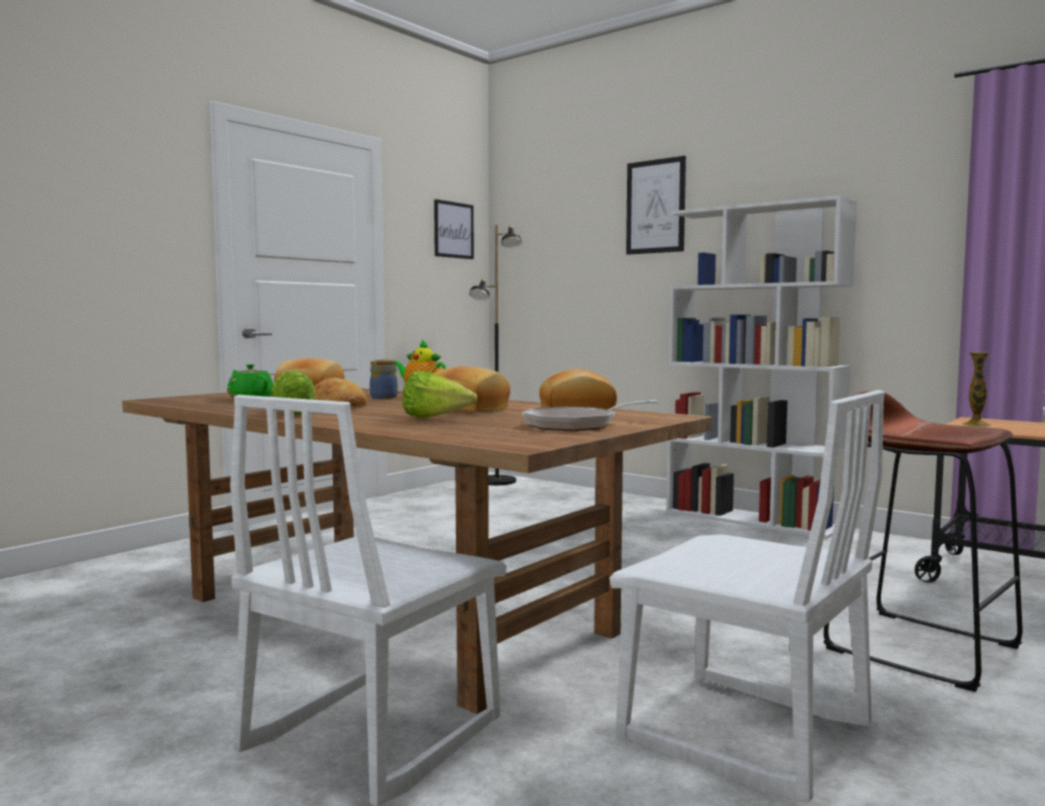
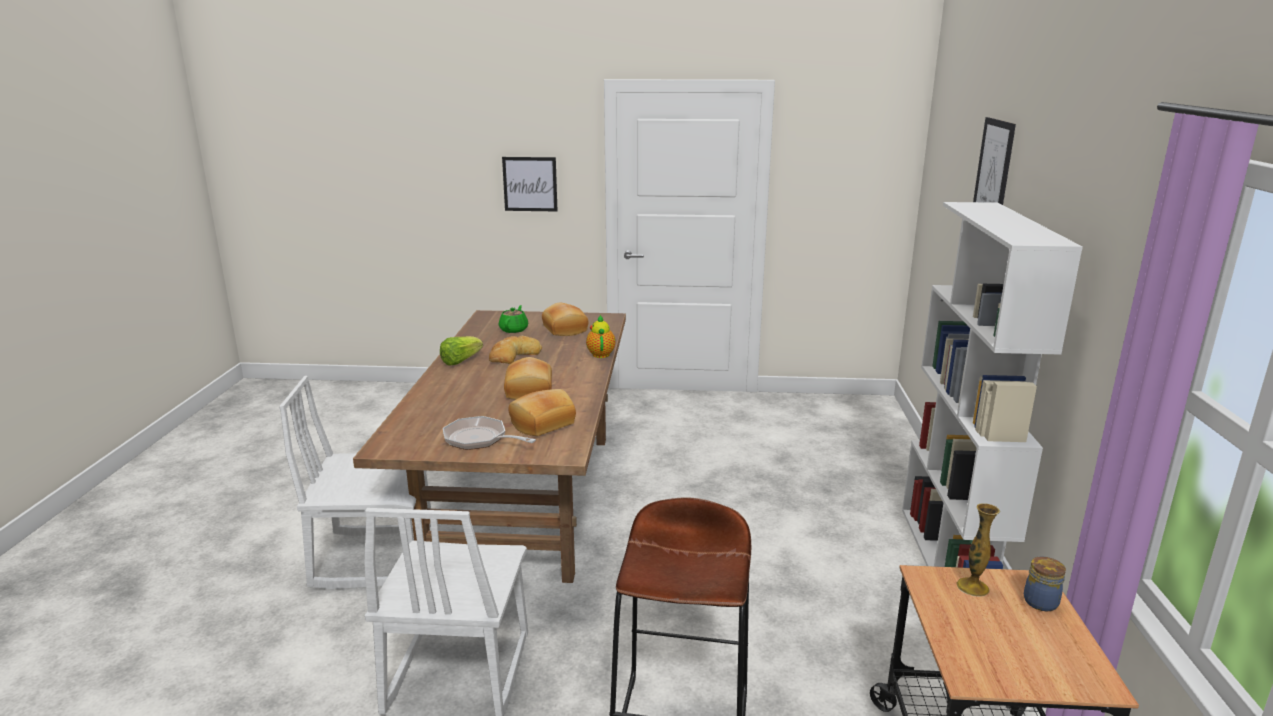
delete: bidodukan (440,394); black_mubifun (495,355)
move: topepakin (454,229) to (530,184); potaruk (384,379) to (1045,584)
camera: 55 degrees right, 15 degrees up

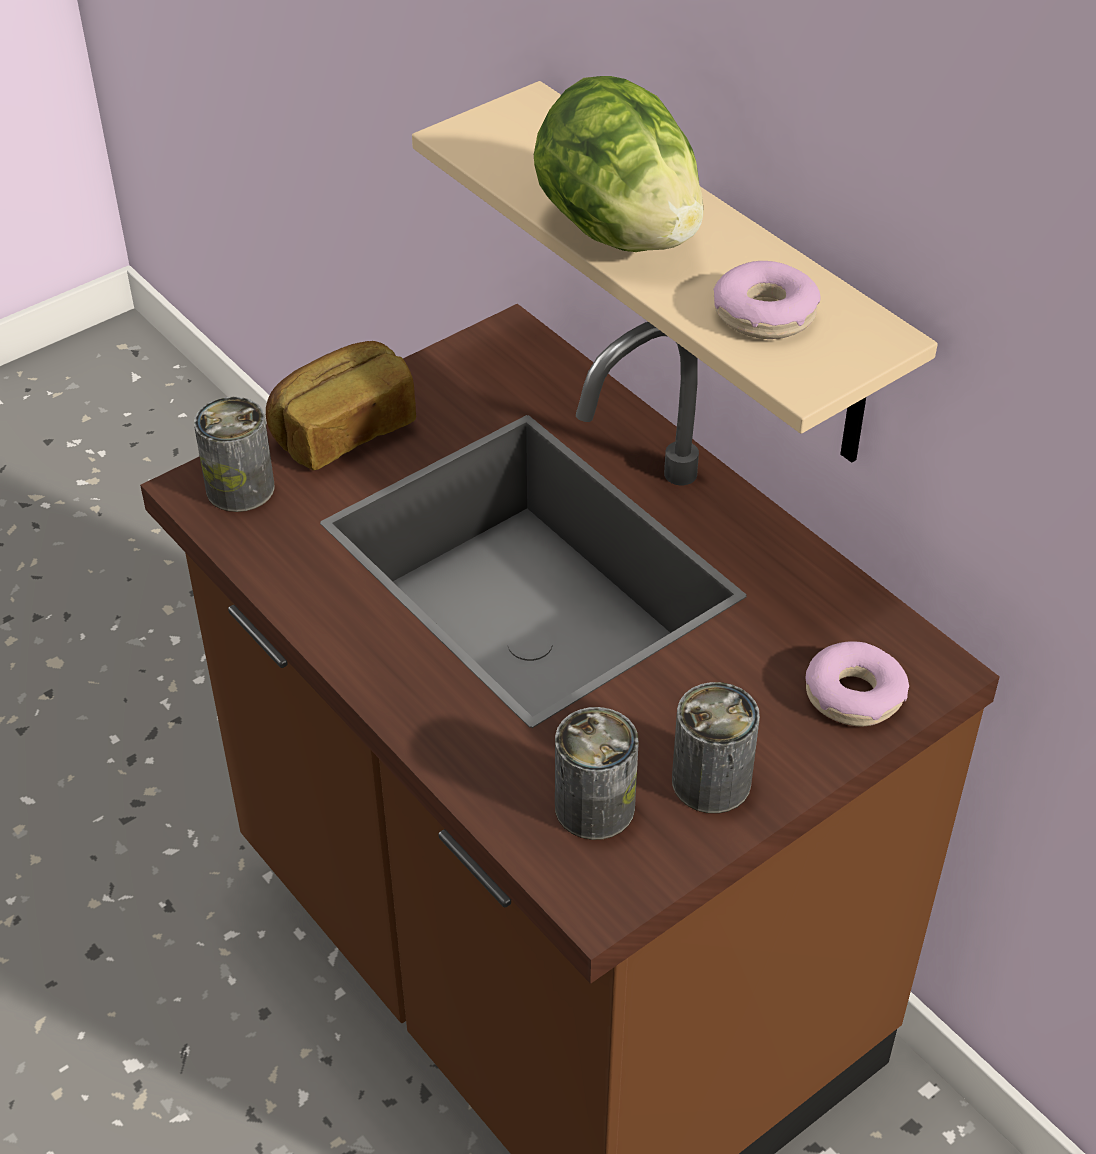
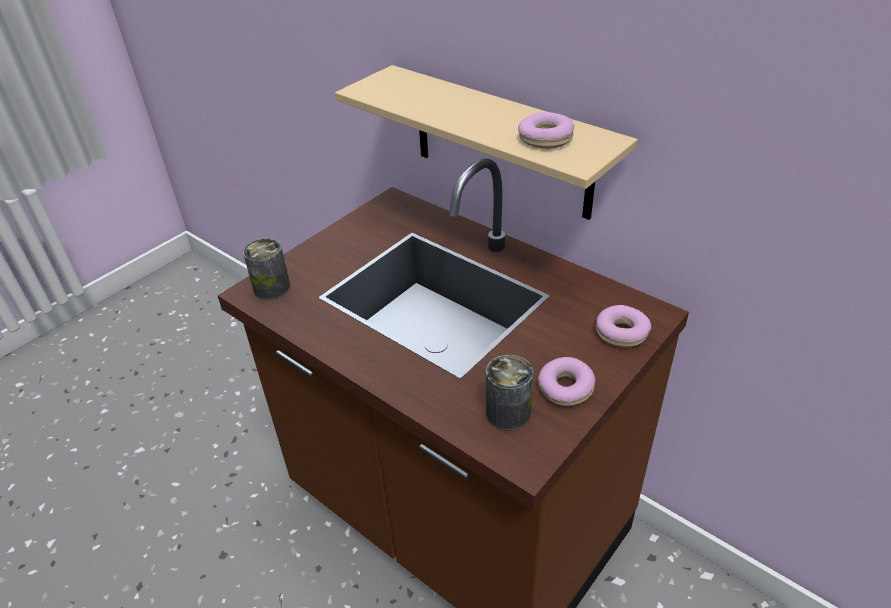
delete: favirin (341,405); bidodukan (619,164)
replace: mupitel (716,747) to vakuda (566,381)
camera: 10 degrees left, 5 degrees down

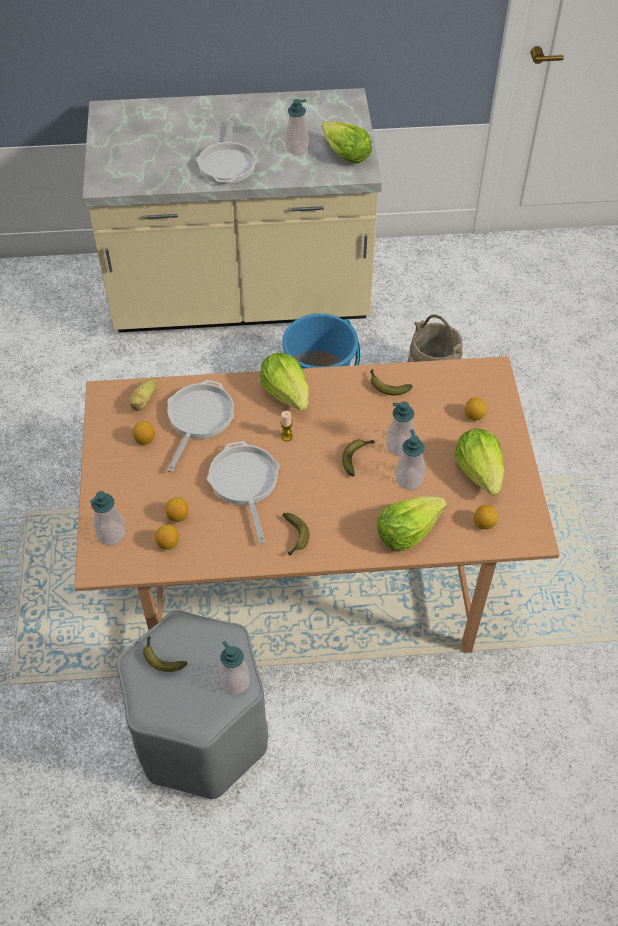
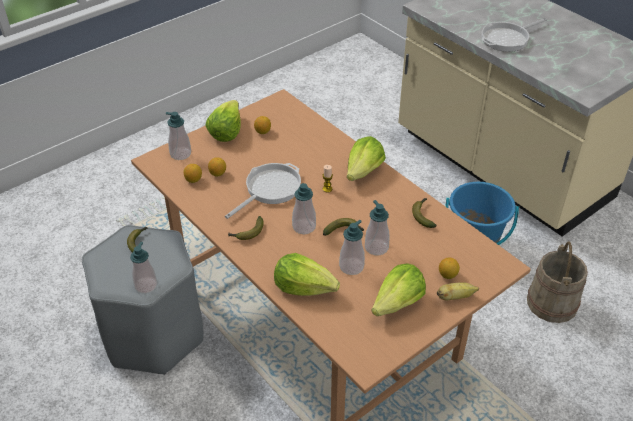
delete: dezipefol (200,426); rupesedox (486,517)
move: bidodukan (346,142) to (223,121); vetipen (297,127) to (304,208); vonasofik (144,394) to (458,291)
camera: 55 degrees right, 10 degrees down

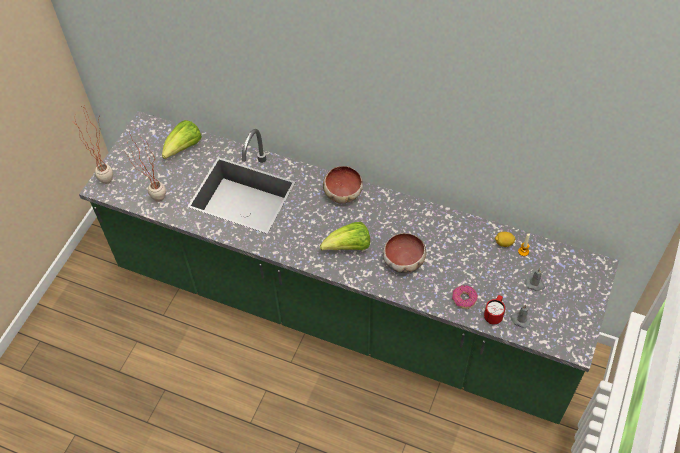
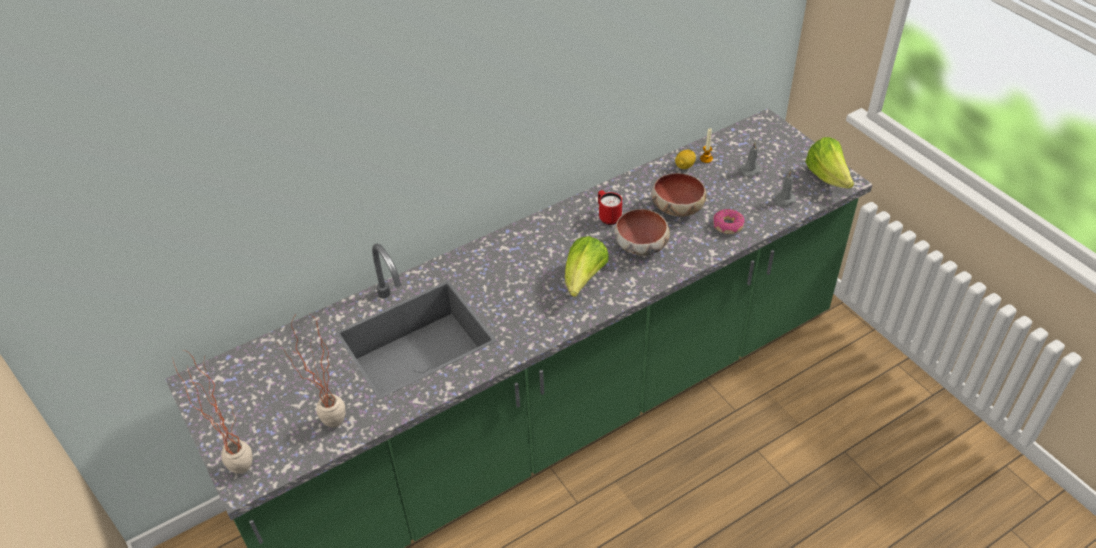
move: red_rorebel (494,310) to (610,207); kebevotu (343,184) to (678,195); bidodukan (182,139) to (829,163)
camera: 55 degrees left, 10 degrees down

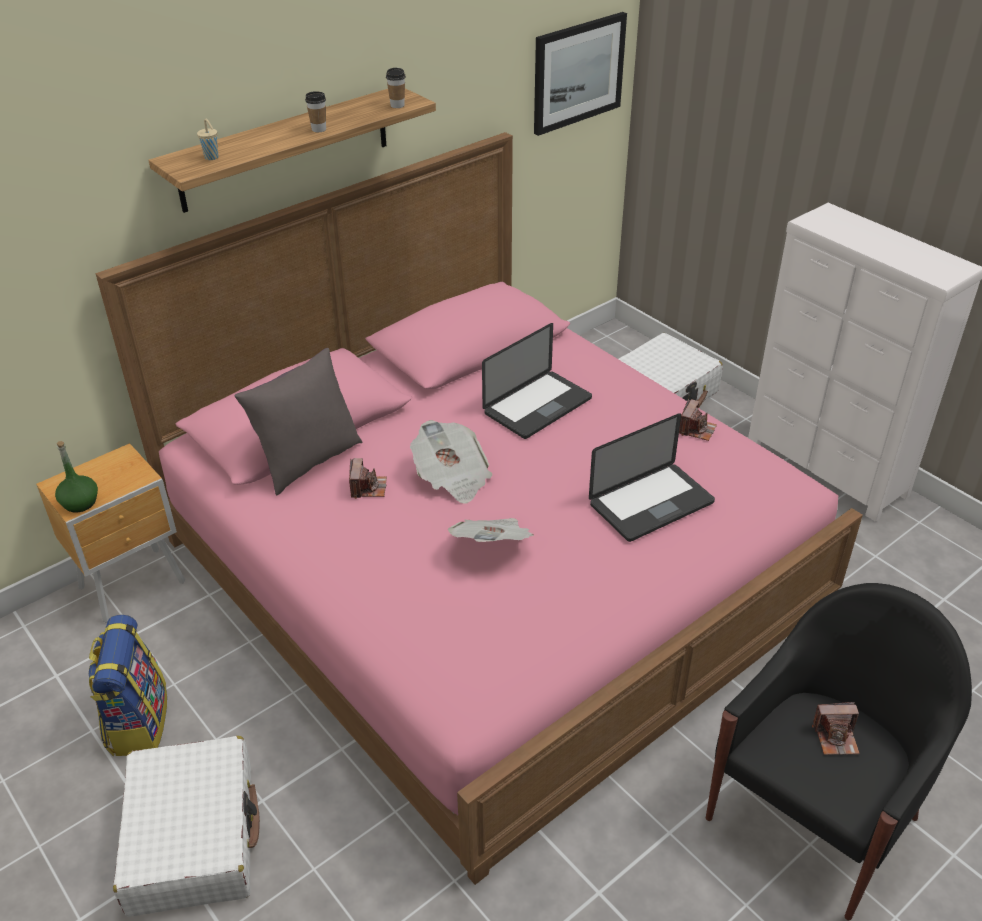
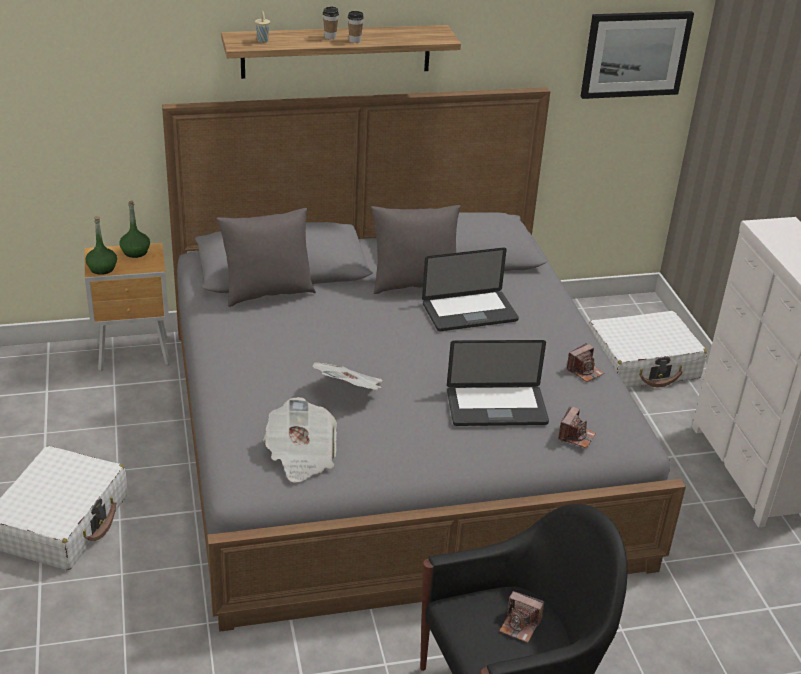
delete: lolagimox (127,686)
insert: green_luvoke (134,229); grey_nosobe (416,249)
move: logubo (451,462) to (300,440); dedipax (396,88) to (331,23); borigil (368,478) to (577,427)
recolor: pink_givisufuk (479,508) to grey_givisufuk (424,359)
camera: 25 degrees right, 5 degrees down

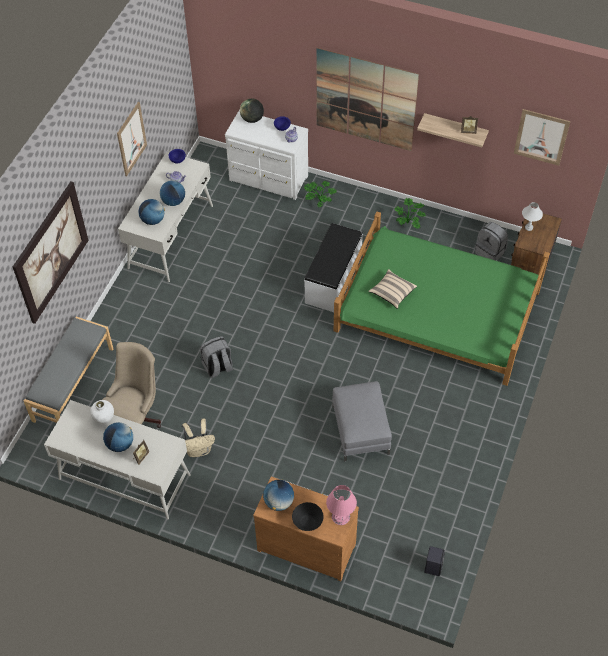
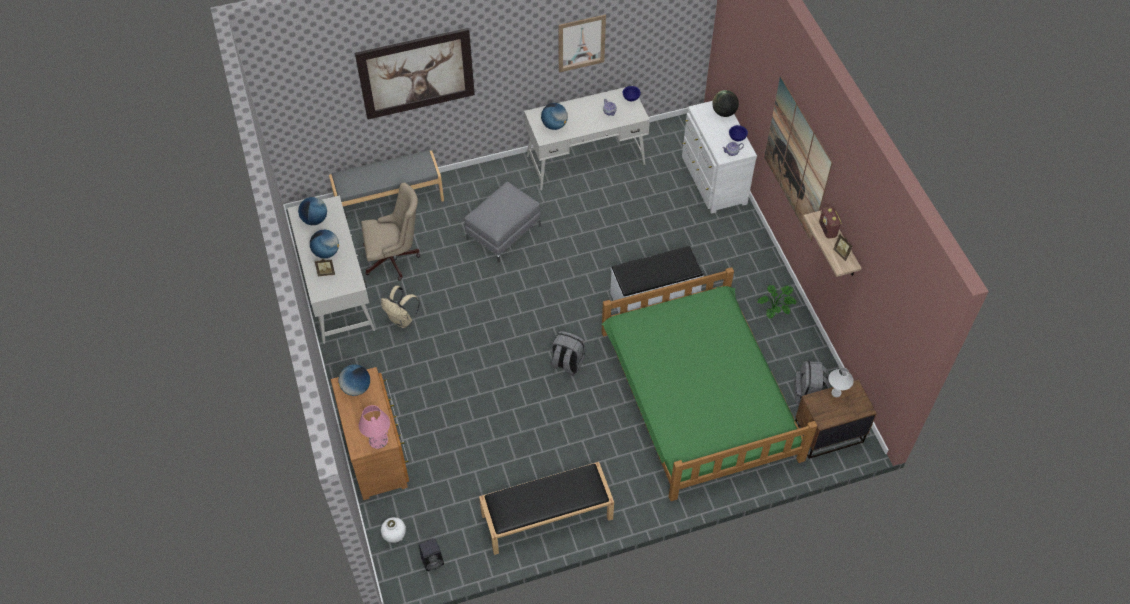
delete: black_kebevotu (308,516); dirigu (320,194); beige_nosobe (392,289); topepakin (542,137)
insert: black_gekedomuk (546,508); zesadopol (830,223)
move: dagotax (172,193) to (312,211); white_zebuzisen (102,412) to (393,530); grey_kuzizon (362,421) to (503,222); grey_lolagimox (216,357) to (568,353)
camera: 50 degrees right, 0 degrees up

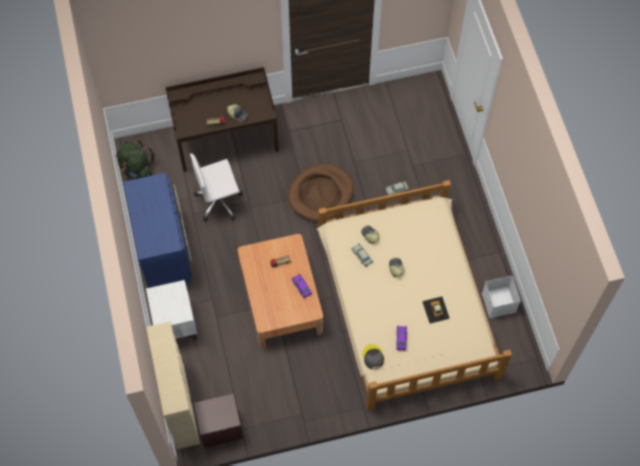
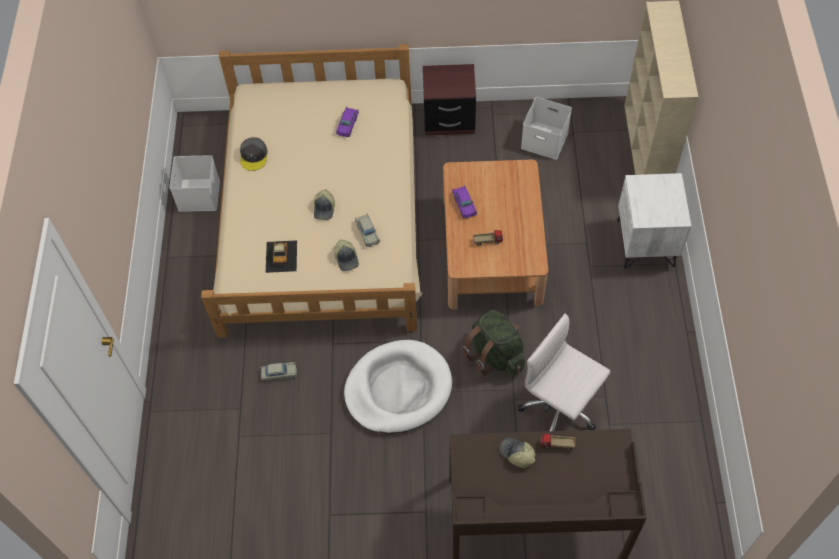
delete: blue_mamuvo (157,230)
insert: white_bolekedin (546,128)
move: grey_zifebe (373,356) to (253,154); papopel (436,310) to (281,256); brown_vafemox (218,421) to (449,100); green_lolagimox (135,159) to (494,343)
recolor: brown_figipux (321,193) to white_figipux (398,387)
rotate: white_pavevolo (216,187) = (564,372) 135 degrees counterclockwise
camera: 165 degrees left, 5 degrees down

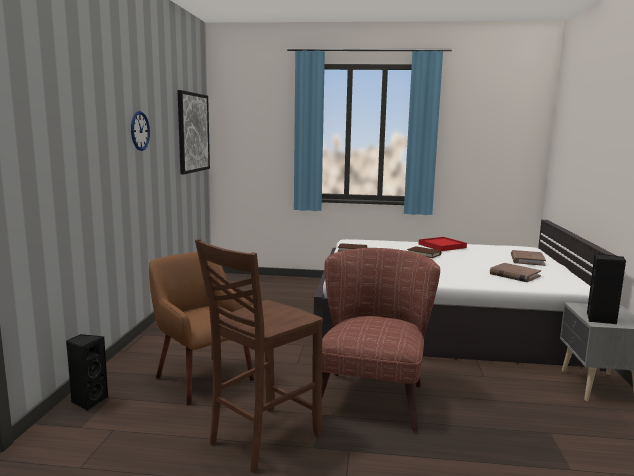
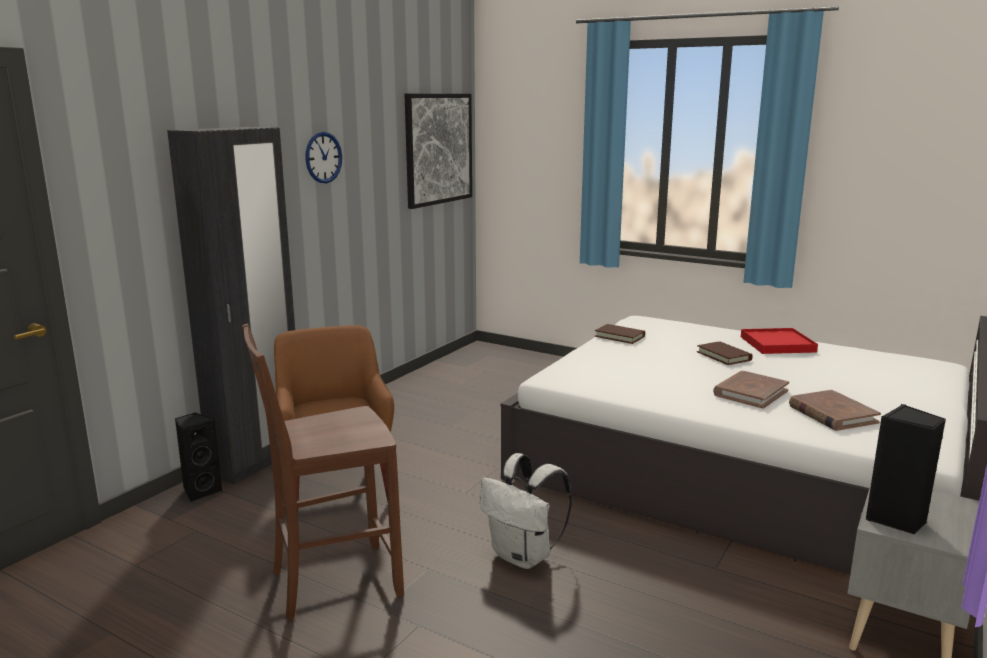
insert: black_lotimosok (231,306)
move: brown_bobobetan (528,258) to (751,390)
replace: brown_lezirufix (376,340) to white_lolagimox (526,511)
camera: 25 degrees right, 5 degrees up

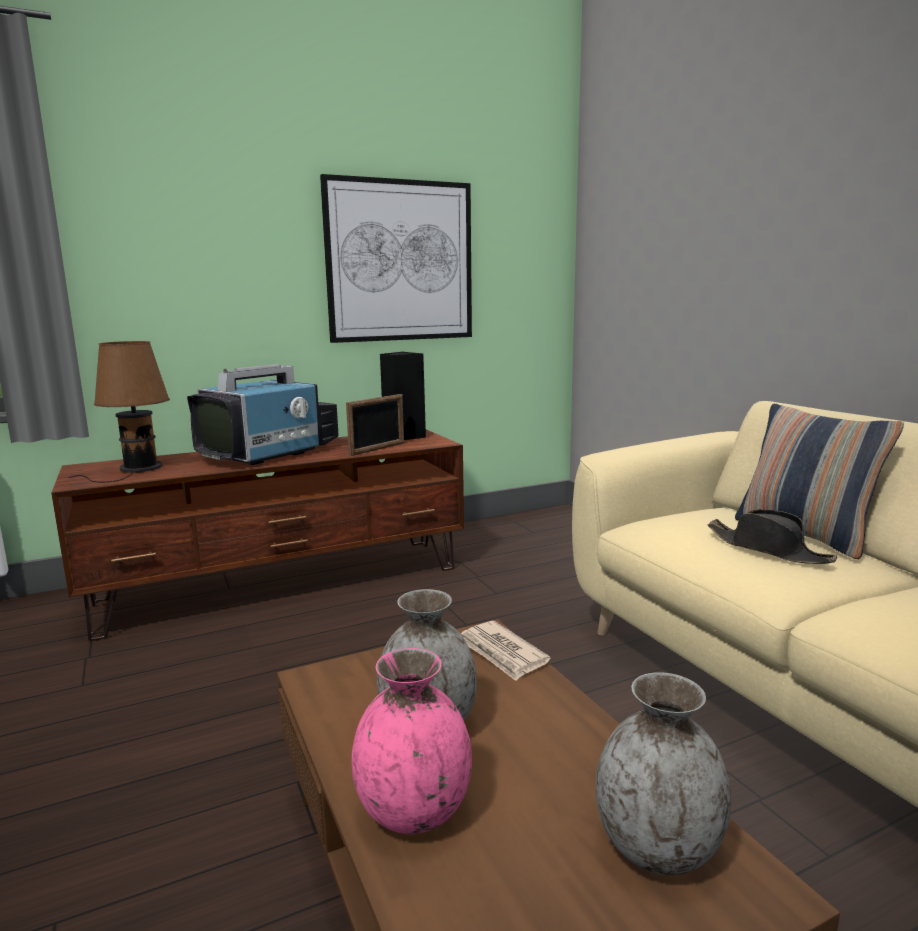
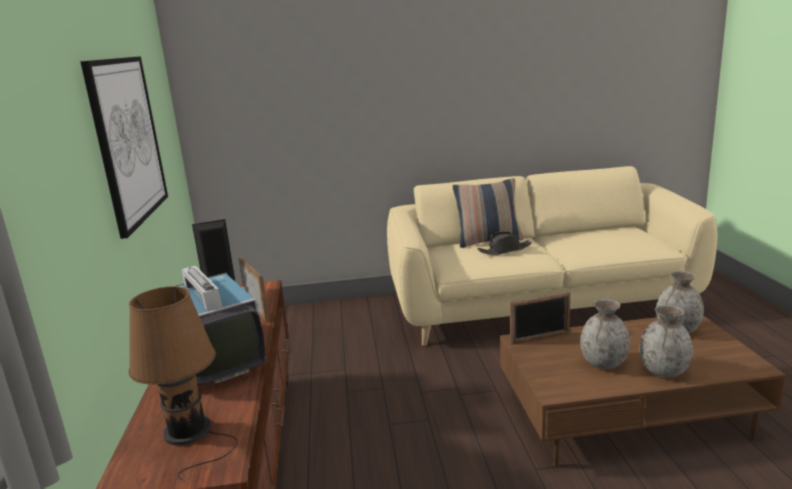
replace: logubo (506,651) to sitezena (540,318)
recolor: pink_zebuzisen (411,741) to grey_zebuzisen (666,341)
camera: 70 degrees left, 5 degrees up

